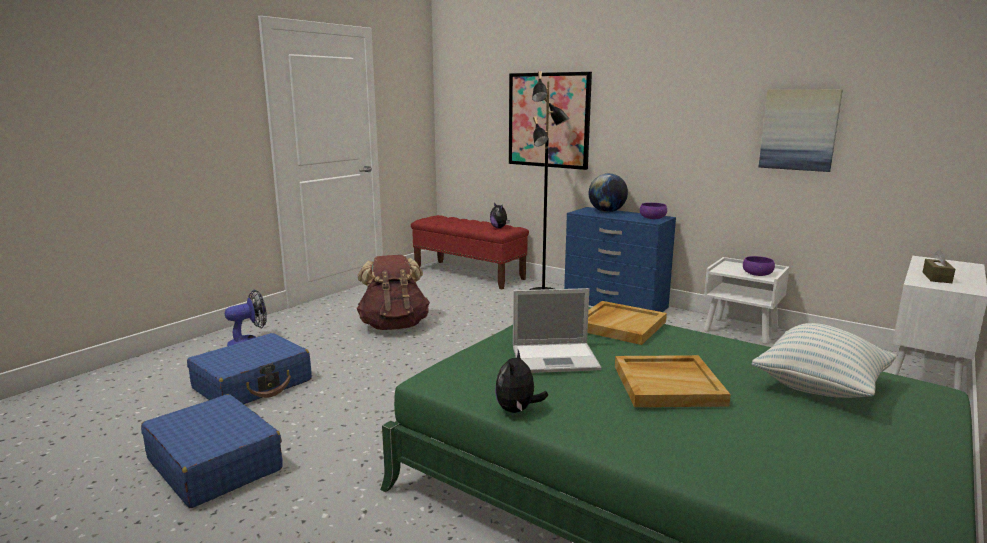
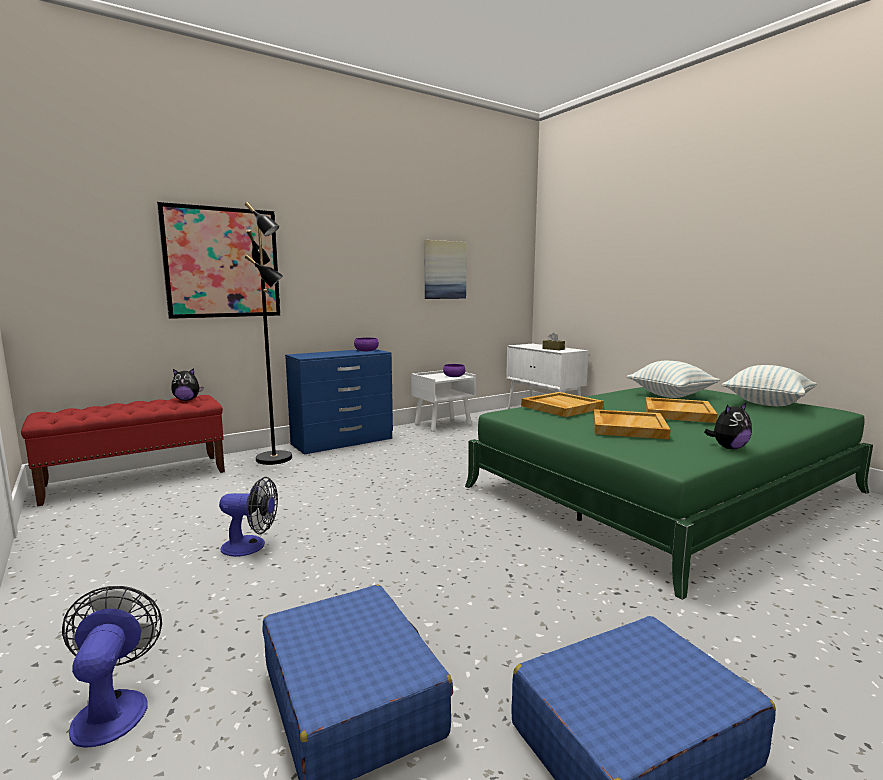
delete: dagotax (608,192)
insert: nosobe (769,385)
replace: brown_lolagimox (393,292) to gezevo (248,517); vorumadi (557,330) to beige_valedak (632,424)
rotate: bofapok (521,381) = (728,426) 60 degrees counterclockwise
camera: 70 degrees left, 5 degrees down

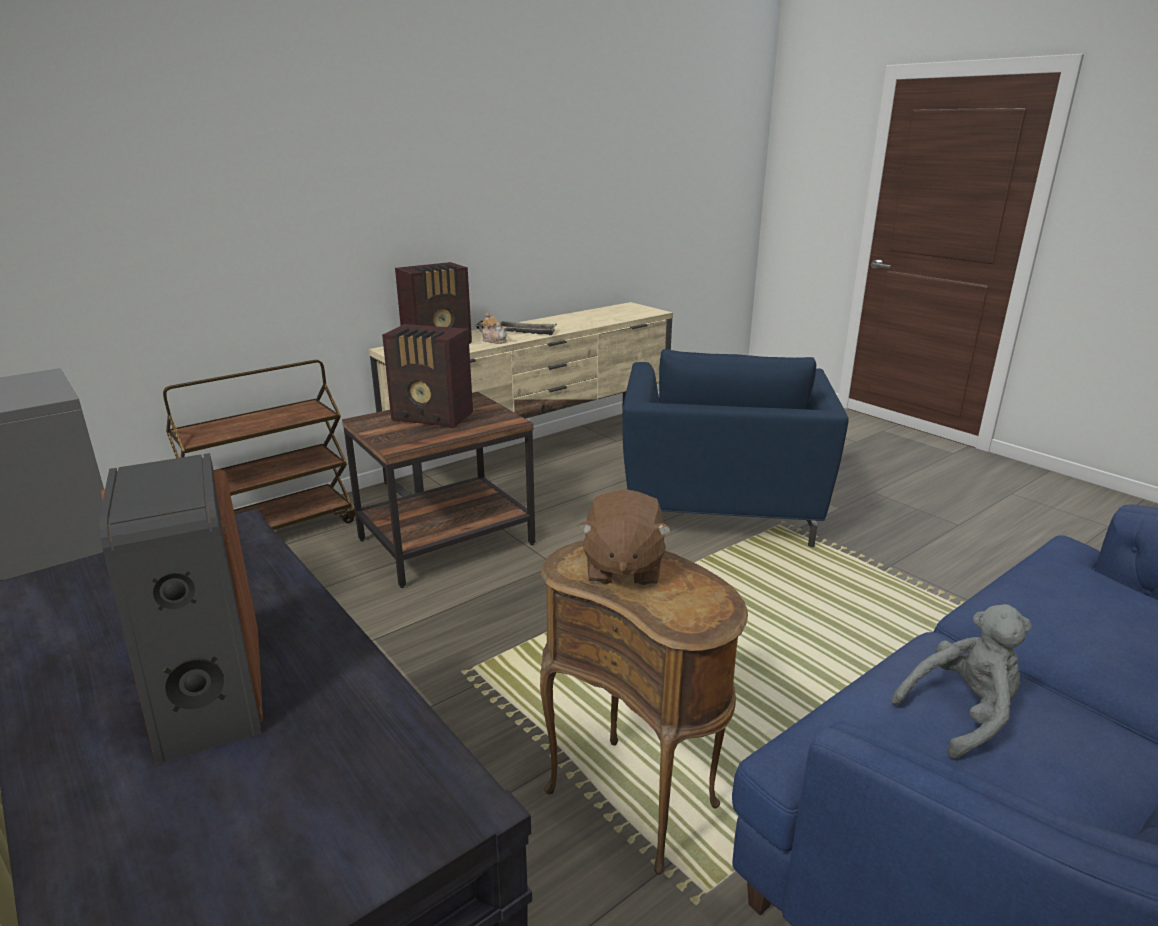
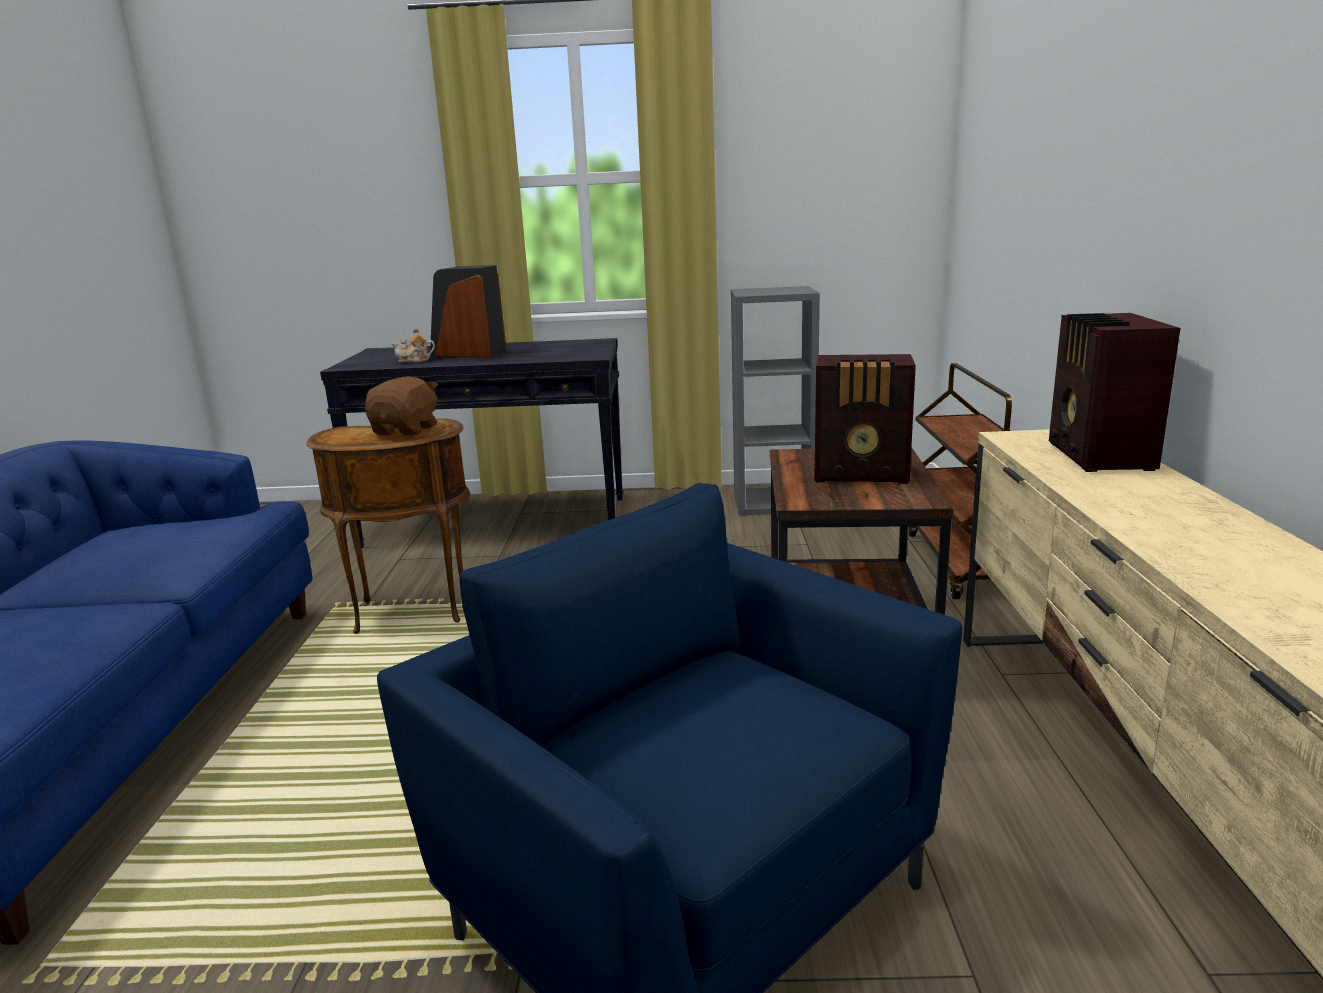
delete: valedak (515,327); grey_bofapok (961,681)
move: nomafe (493,328) to (413,345)
rotate: brown_bofapok (624,537) = (401,406) 60 degrees clockwise; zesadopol (427,376) = (865,419) 135 degrees counterclockwise
camera: 130 degrees right, 5 degrees down

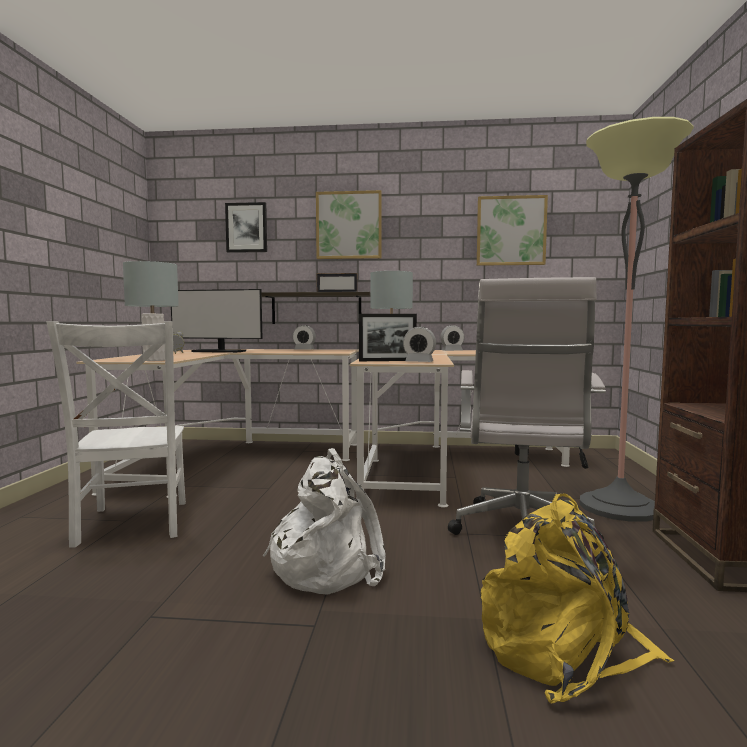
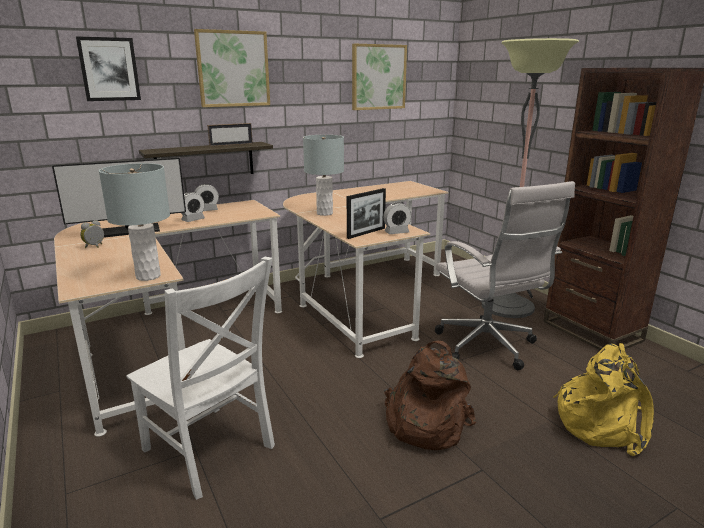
move: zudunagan (452,338) to (193,207)
recolor: white_lolagimox (324,521) to brown_lolagimox (430,395)
camera: 35 degrees left, 15 degrees up

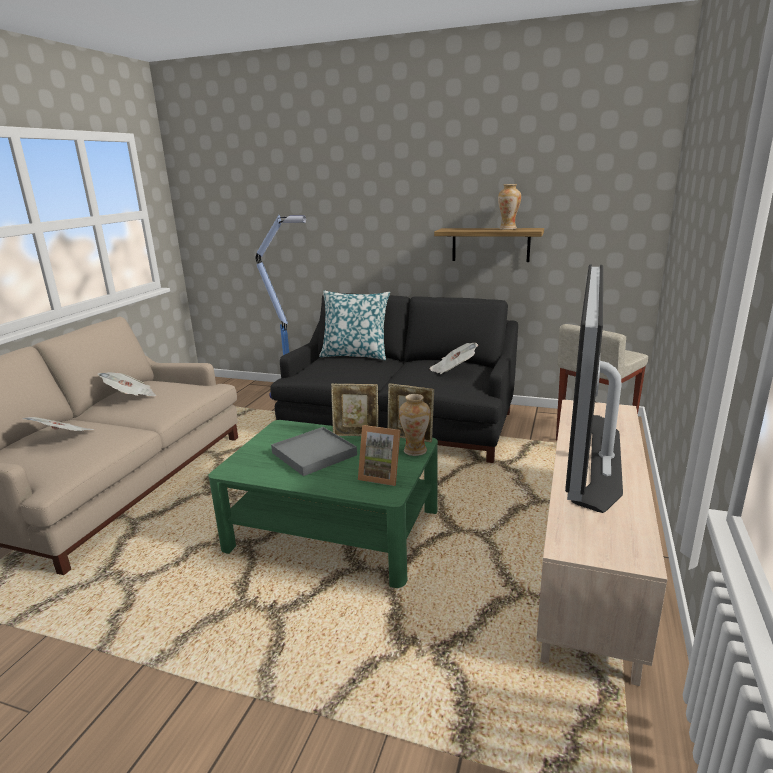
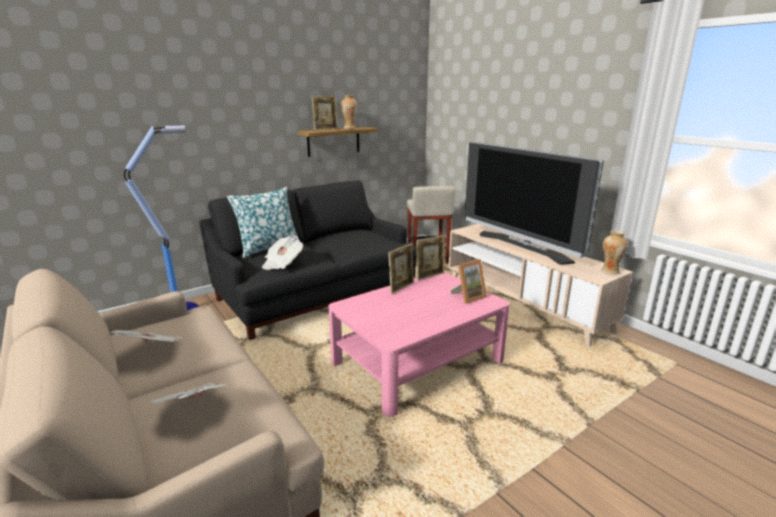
delete: grey_valedak (314,451)
insert: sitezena (325,113)
move: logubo (454,358) to (282,252); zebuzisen (415,425) to (614,252)
recolor: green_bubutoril (323,504) to pink_bubutoril (419,344)
camera: 55 degrees left, 0 degrees up

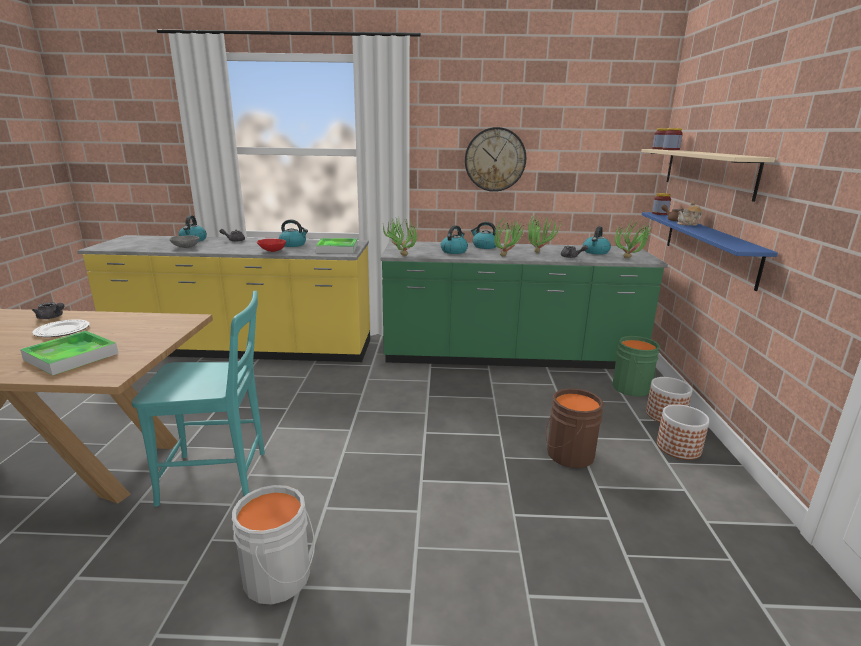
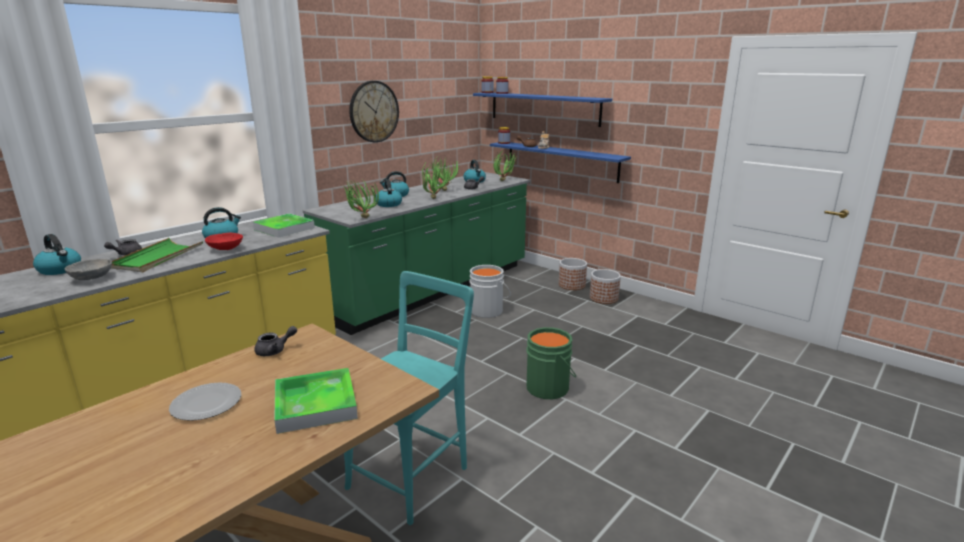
delete: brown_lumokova (574,428)
insert: green_valedak (157,255)
move: grey_nomafe (48,310) to (275,341); grey_lumokova (273,545) to (490,291); green_lumokova (636,366) to (551,363)
recolor: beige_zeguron (708,175) to blue_zeguron (542,110)
camera: 50 degrees left, 0 degrees up

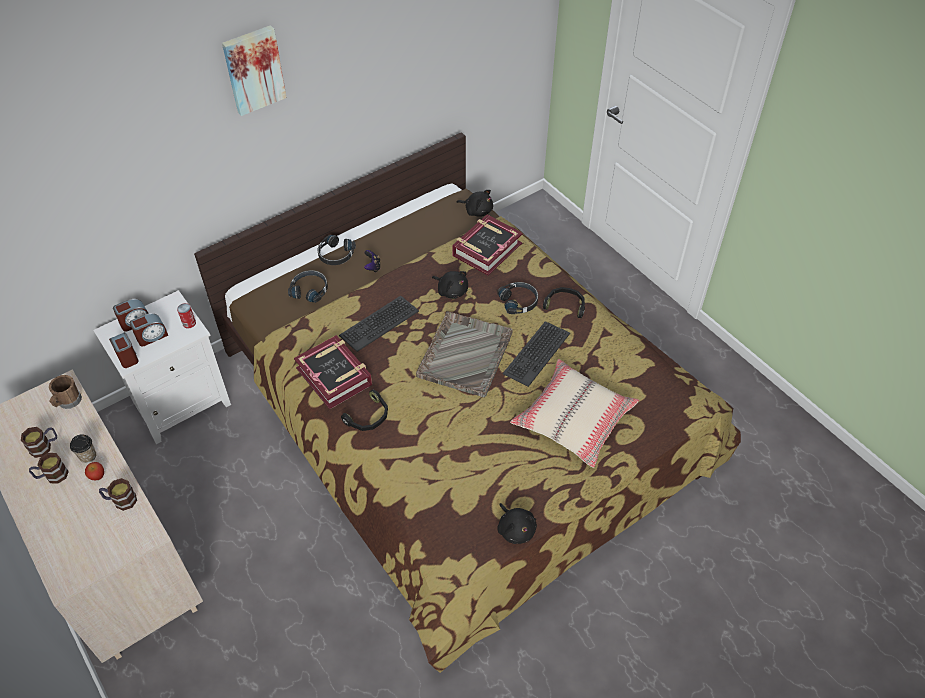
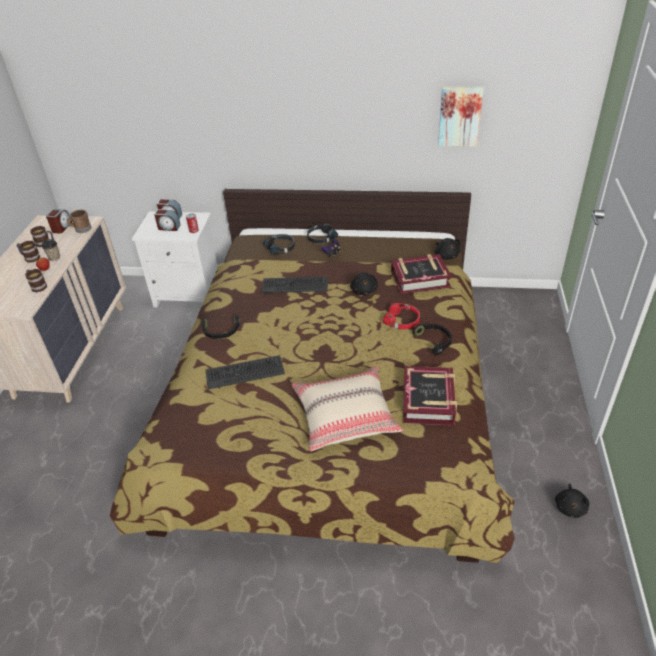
delete: grey_valedak (464,354)
move: zudunagan (124,350) to (59,221); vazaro (536,354) to (245,372); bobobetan (333,372) to (430,395); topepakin (254,70) to (461,116); black_bofapok (517,523) to (572,501)
recolor: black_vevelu (518,298) to red_vevelu (401,316)
camera: 45 degrees right, 10 degrees down

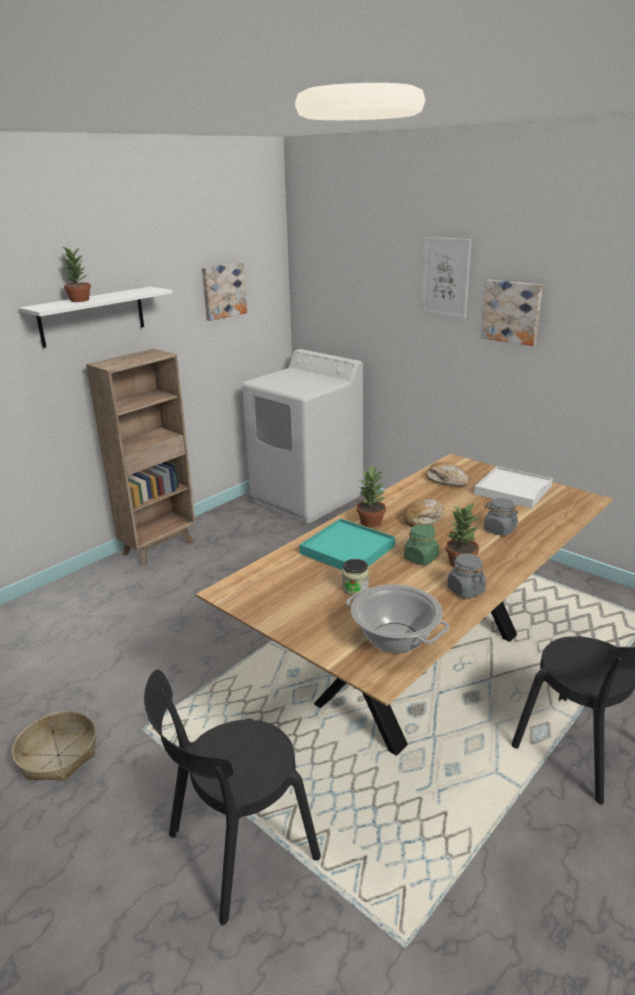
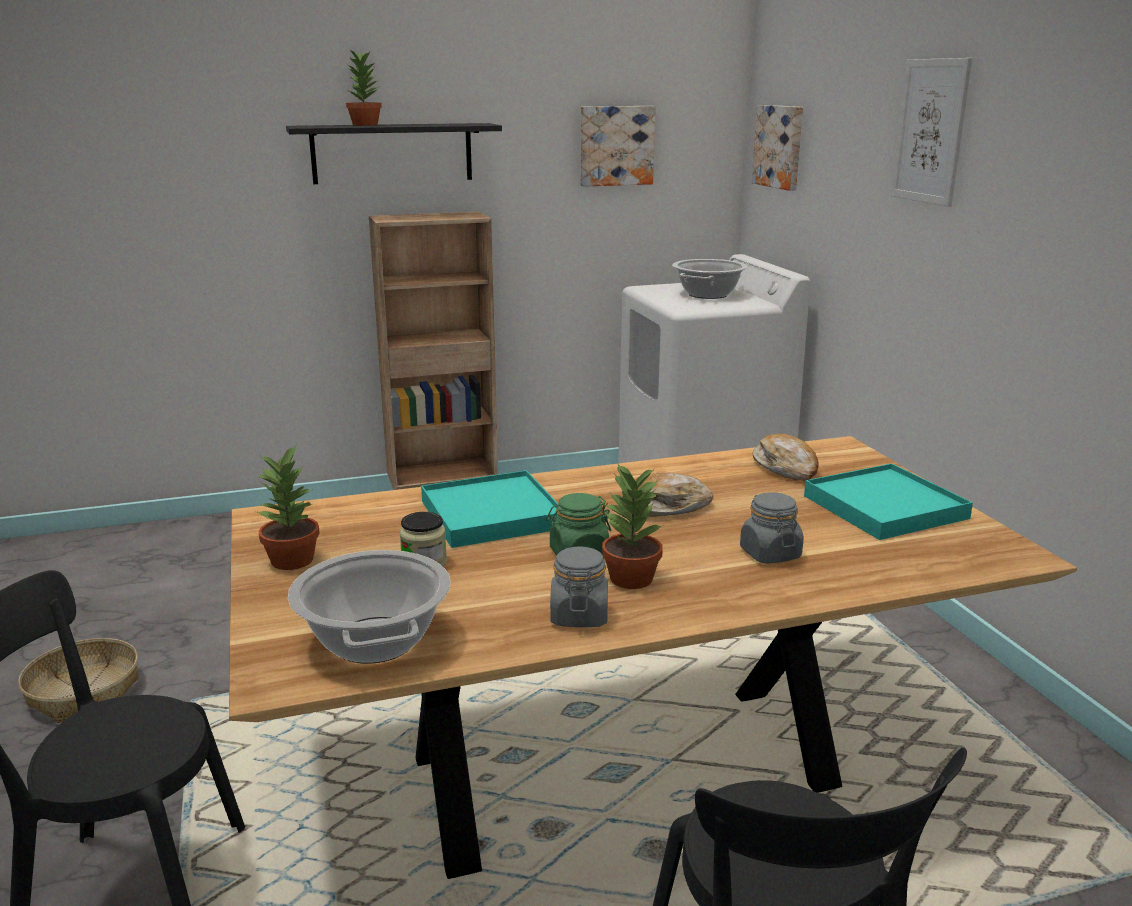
insert: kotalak (709,279)
move: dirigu (371,496) to (288,507); topepakin (512,313) to (777,148)
recolor: white_zeguron (95,317) to black_zeguron (394,153); white_valedak (513,487) to turquoise_valedak (888,501)
camera: 30 degrees right, 5 degrees down

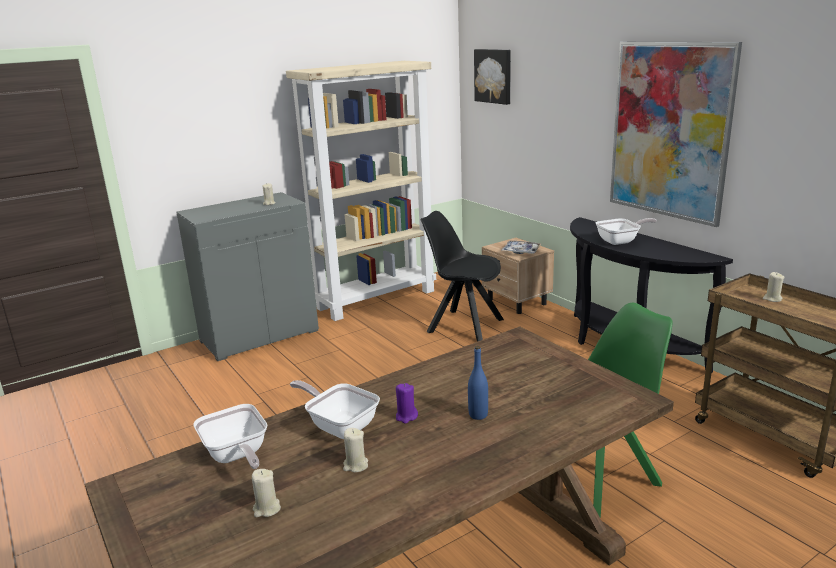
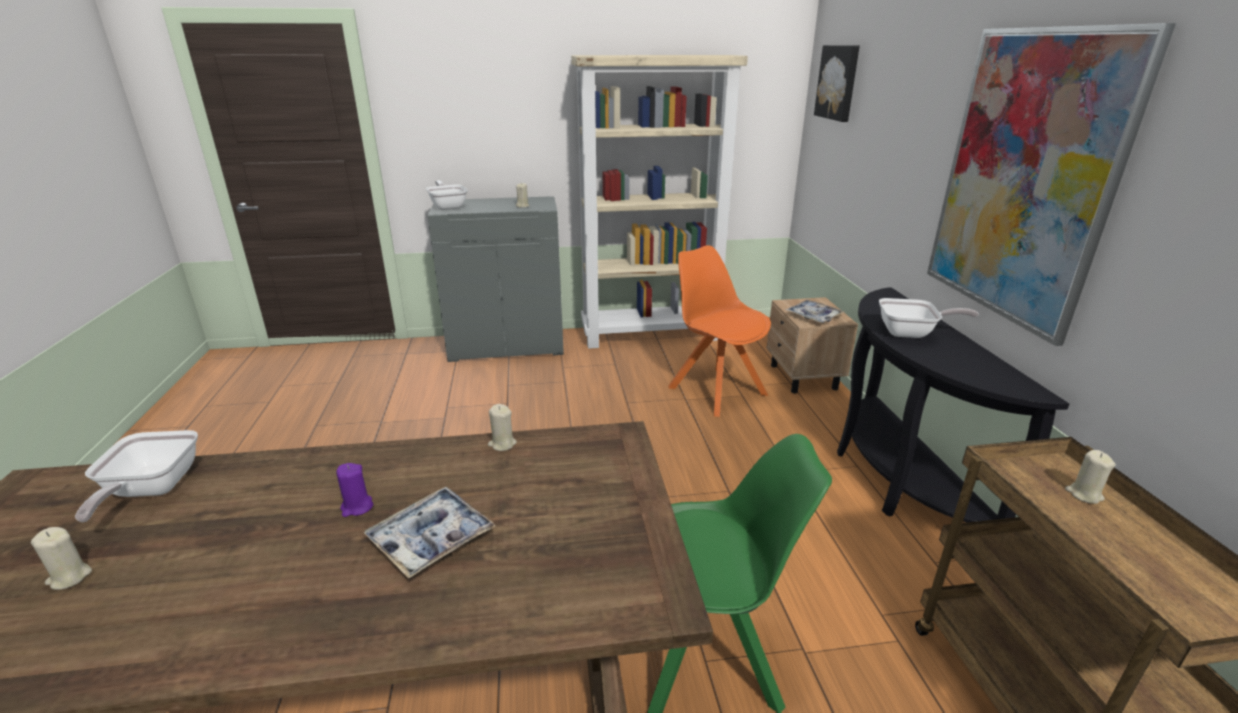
move: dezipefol (335,409) to (447,195); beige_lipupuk (355,450) to (502,427)
replace: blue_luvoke (478,383) to valedak (430,532)
recolor: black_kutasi (462,276) to orange_kutasi (719,331)
camera: 25 degrees right, 5 degrees up

